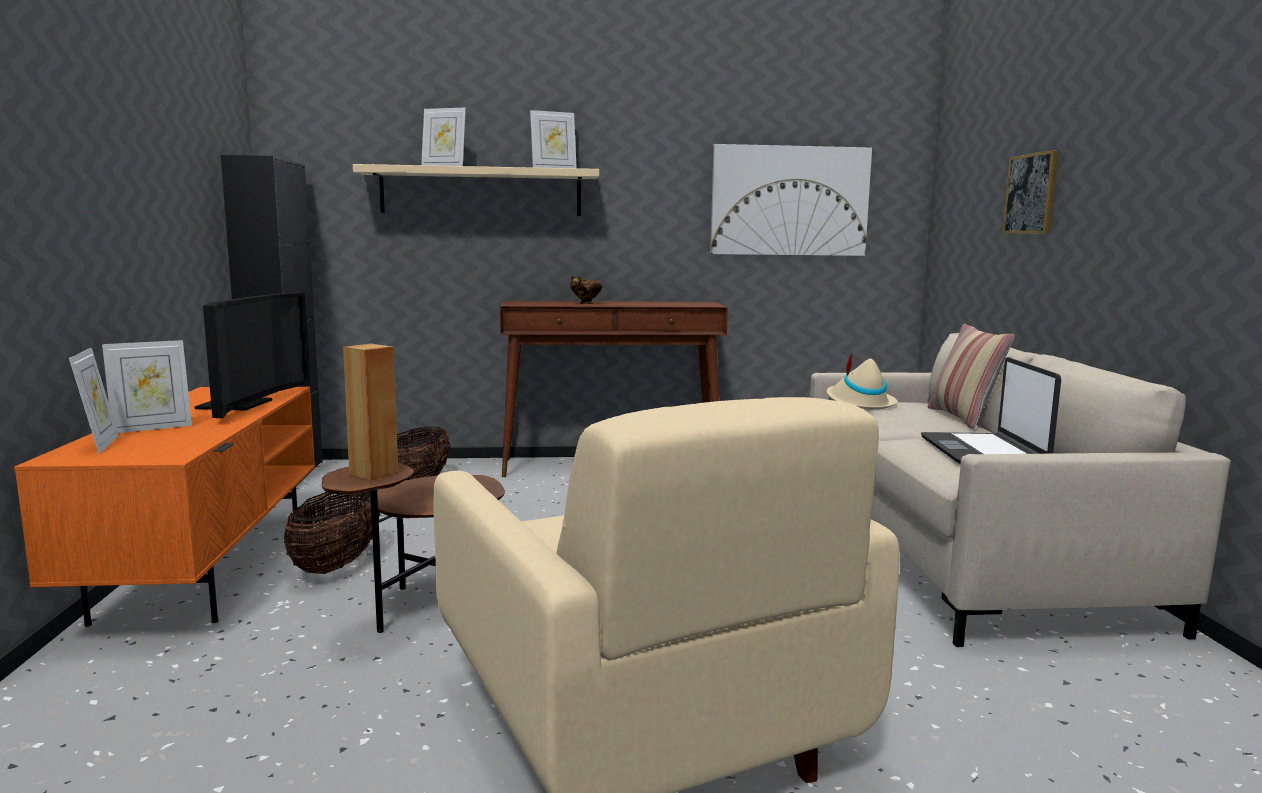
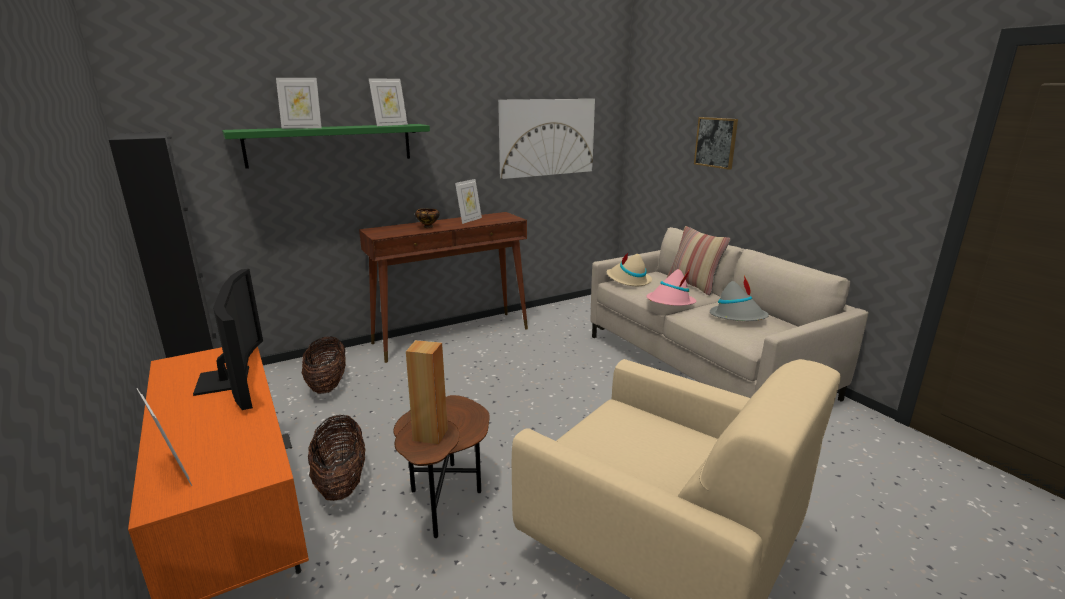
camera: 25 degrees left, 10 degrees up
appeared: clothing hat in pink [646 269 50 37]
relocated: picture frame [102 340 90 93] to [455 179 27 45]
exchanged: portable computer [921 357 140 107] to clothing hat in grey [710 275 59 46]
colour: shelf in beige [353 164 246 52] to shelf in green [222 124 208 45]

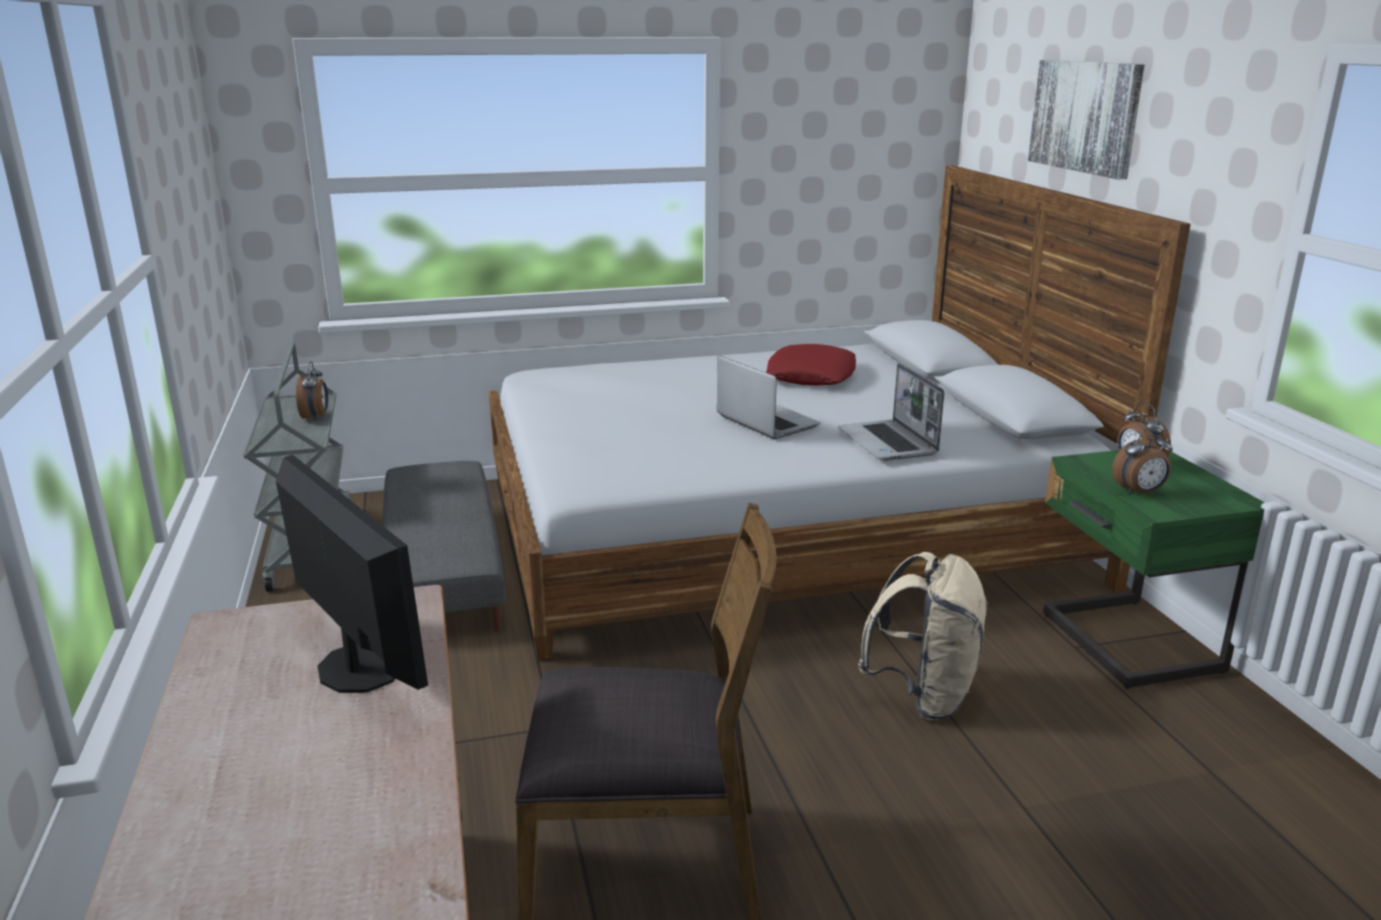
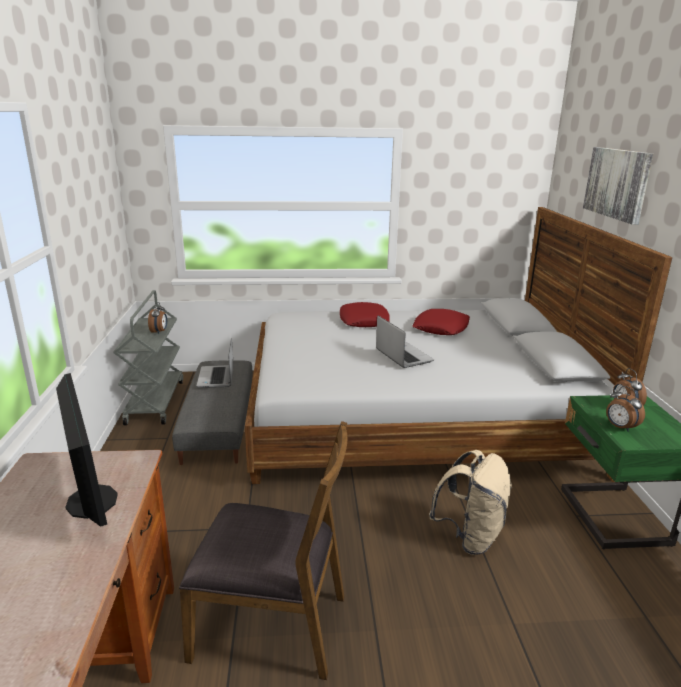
camera: 10 degrees right, 0 degrees up
appeared: throw pillow in reddish [340 302 50 25]
relocated: portable computer [838 363 106 97] to [197 338 37 50]
spun: bedside clock [1112 427 61 68] = [606 386 39 46] 60 degrees clockwise

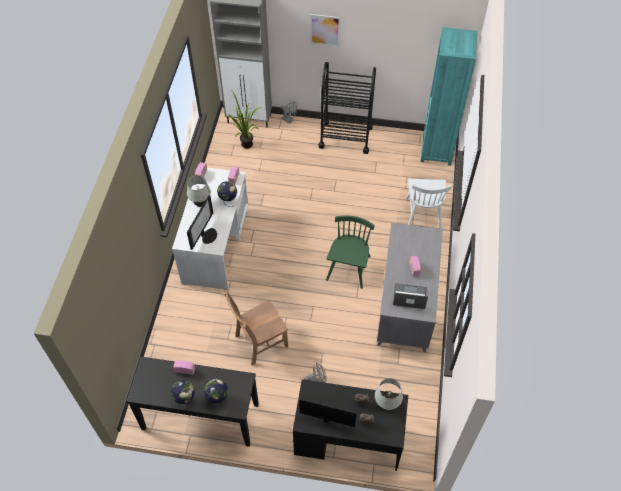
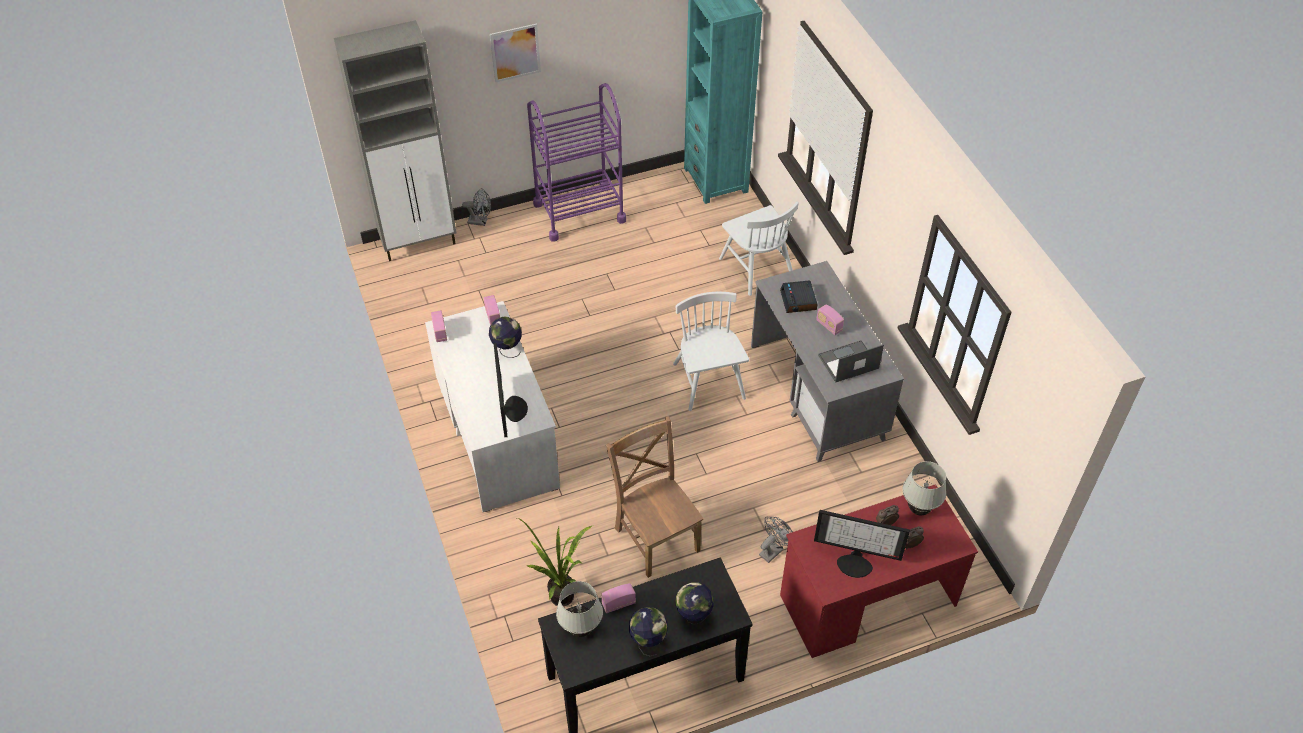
camera: 30 degrees left, 5 degrees down
appeared: bedside clock [780 281 38 32]
relocated: houseplant [228 90 34 59] to [517 518 75 89]; table lamp in whitish [187 176 24 31] to [556 581 47 56]
colour: trolley in blackish [319 62 57 92] to trolley in purple-coloured [527 83 99 159]; upright chair in green [326 215 48 74] to upright chair in whitish [673 292 76 119]; desk unit in blackish [293 379 115 92] to desk unit in reddish [780 484 198 174]
spun: upright chair in brown-coloured [224 292 64 73] = [606 416 98 162] 120 degrees clockwise; computer display [299 398 58 29] = [814 510 96 68] 150 degrees counterclockwise

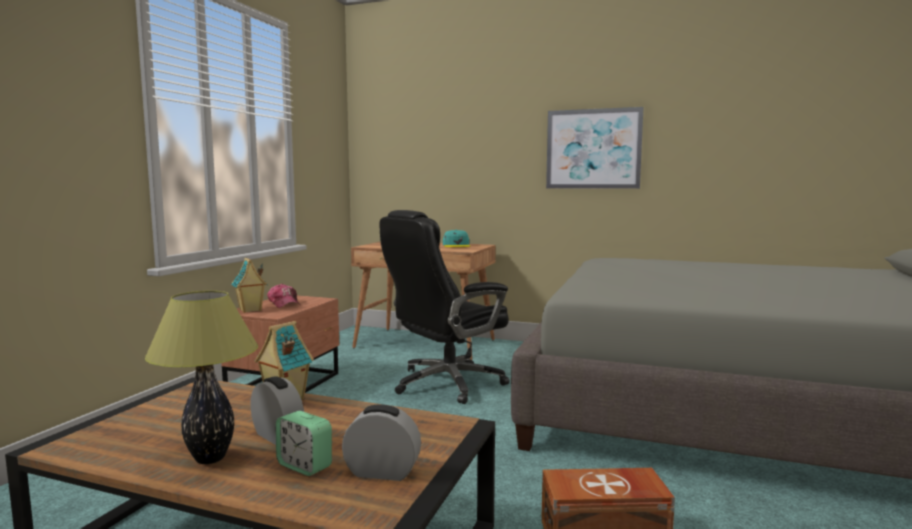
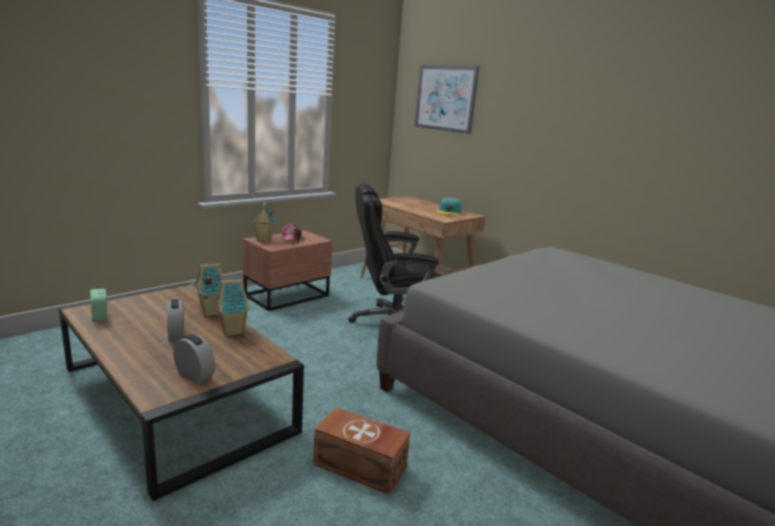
camera: 25 degrees right, 10 degrees up
missing: table lamp [145 291 113 173]
appeared: model house [216 279 34 57]
relocated: wall picture [546 107 98 82] to [415 65 64 69]; bedside clock [276 411 56 65] to [90 289 18 33]

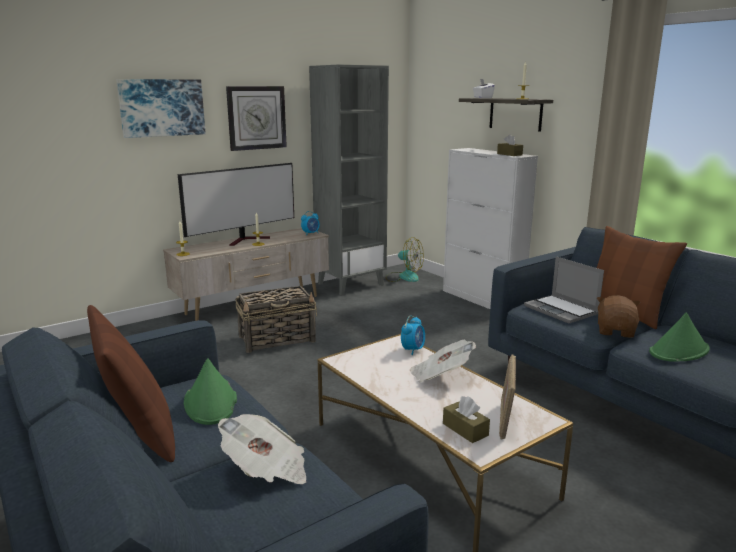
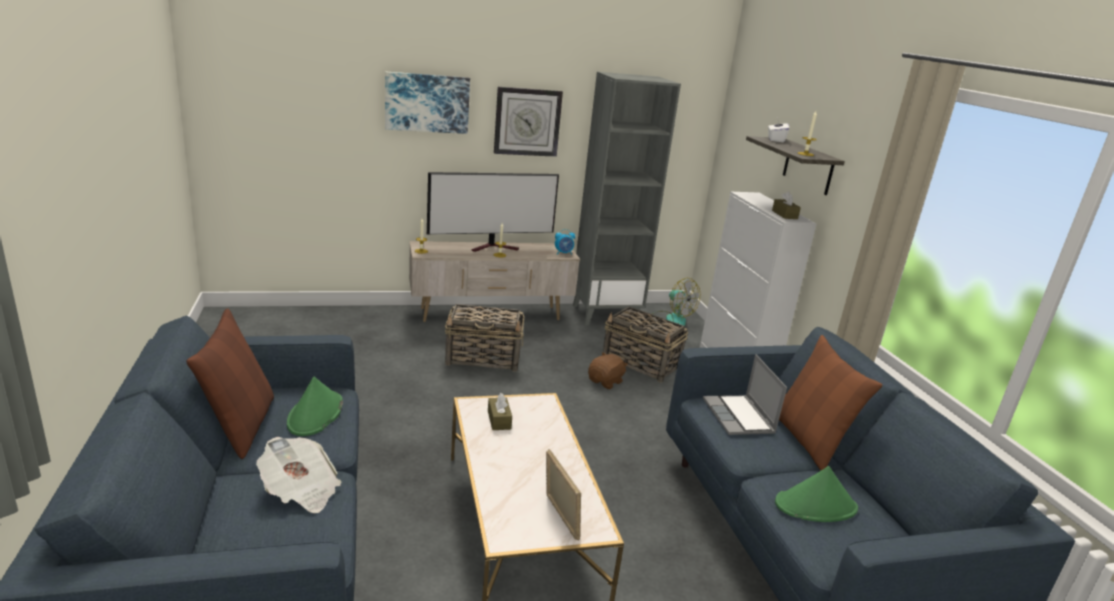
camera: 20 degrees right, 5 degrees up
missing: bedside clock [401 315 24 40]; daily paper [410 340 66 42]
appeared: basket [603 307 85 75]
relocated: cuddly toy in brown-coloured [597 295 43 43] to [588 352 40 37]; tissue holder in brown-coloured [443 396 47 47] to [488 393 24 37]
spun: picture frame [499 354 17 86] = [546 449 35 92] 120 degrees clockwise

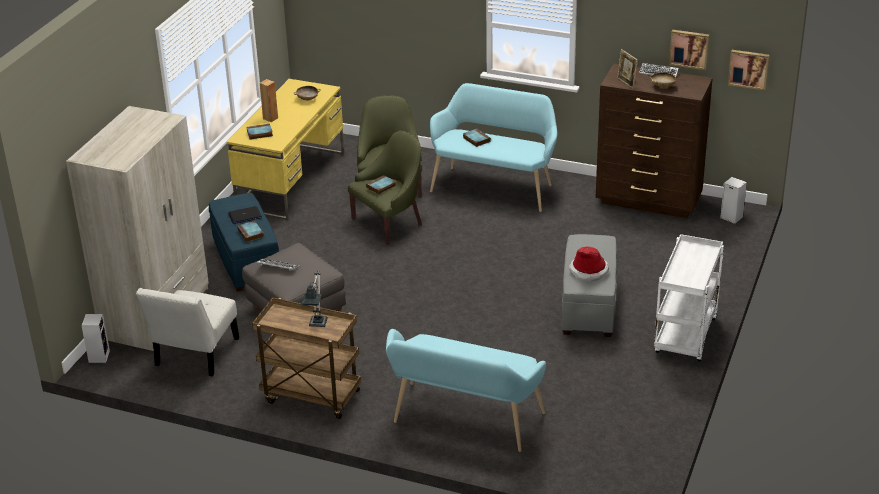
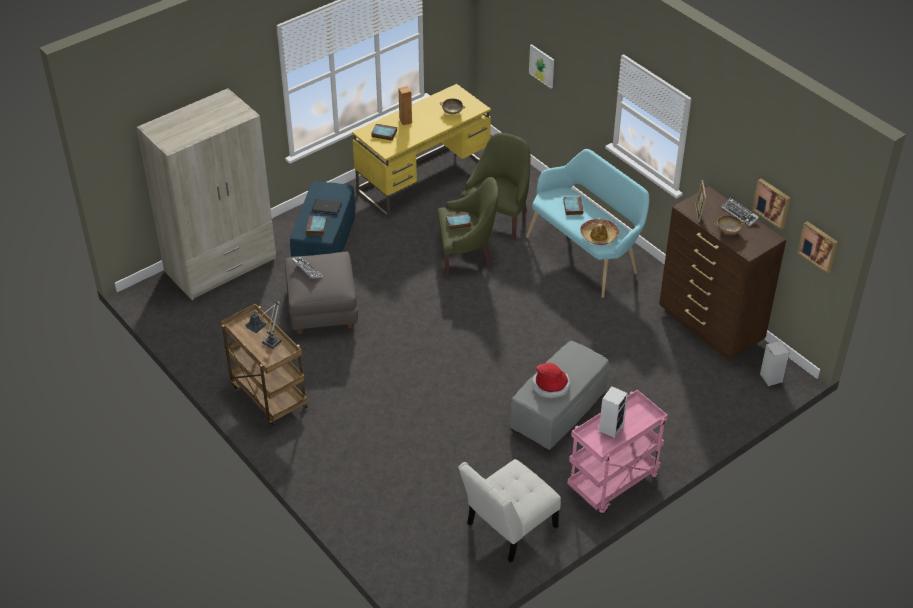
camera: 30 degrees right, 10 degrees up
missing: long seat in turquoise [386 329 160 123]
appeared: wall picture [529 44 25 45]; clothing hat [580 219 39 26]
relocated: upright chair in whitish [136 288 103 89] to [458 459 103 104]; speaker [81 314 29 49] to [599 386 29 52]
colour: trolley in whitish [654 234 70 127] to trolley in pink [567 390 101 124]

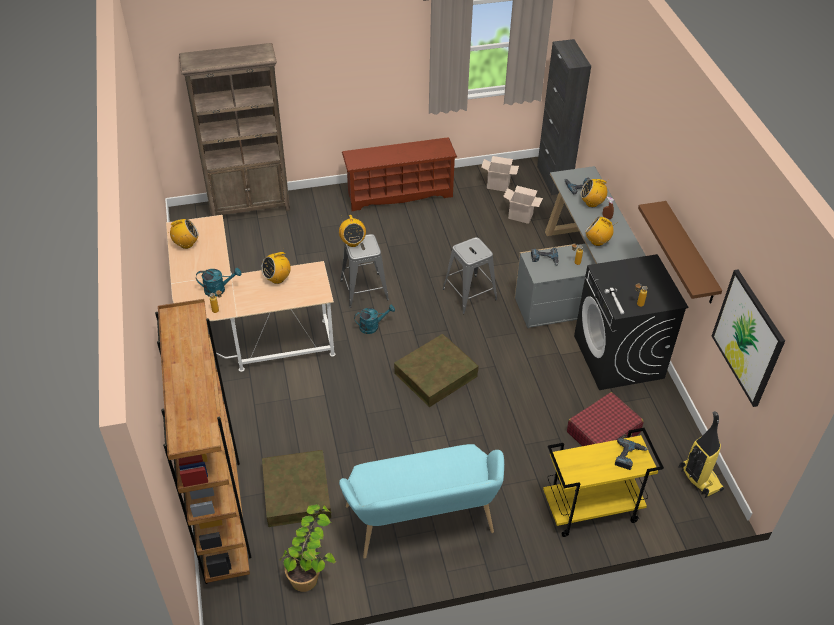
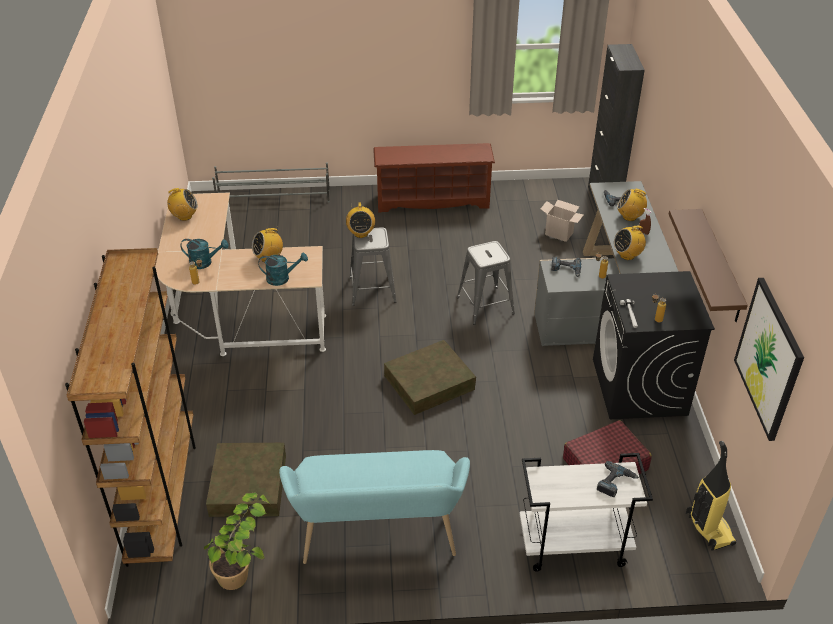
camera: 10 degrees right, 5 degrees down
missing: carton [481 156 38 36]
relocated: watering can in turquoise [354 305 41 29] to [258 253 50 33]
exchanged: shelving unit in brown-coloured [179 43 111 173] to shoe rack in grey [212 162 118 41]
colour: trolley in yellowish [543 428 121 109] to trolley in whitish [519 453 134 119]
spun: radio set [585 217 33 29] = [614 224 32 36] 60 degrees counterclockwise

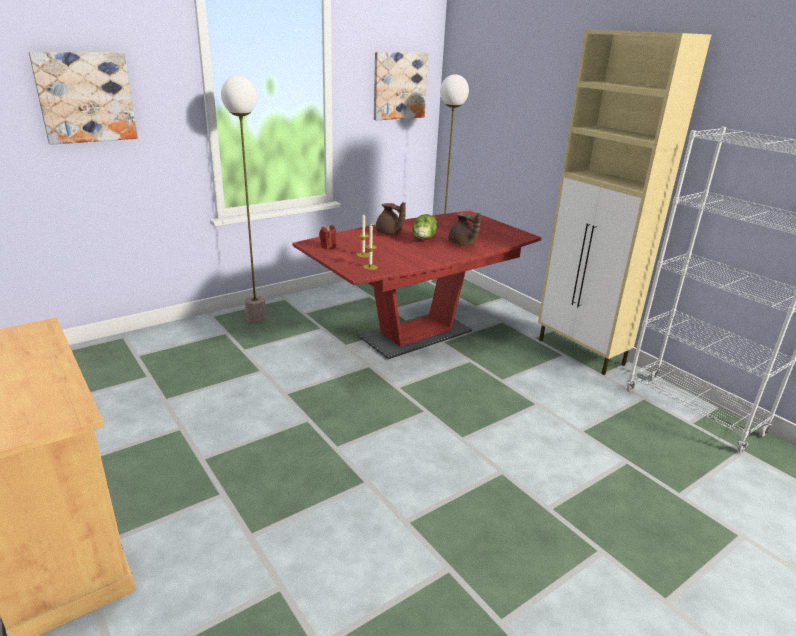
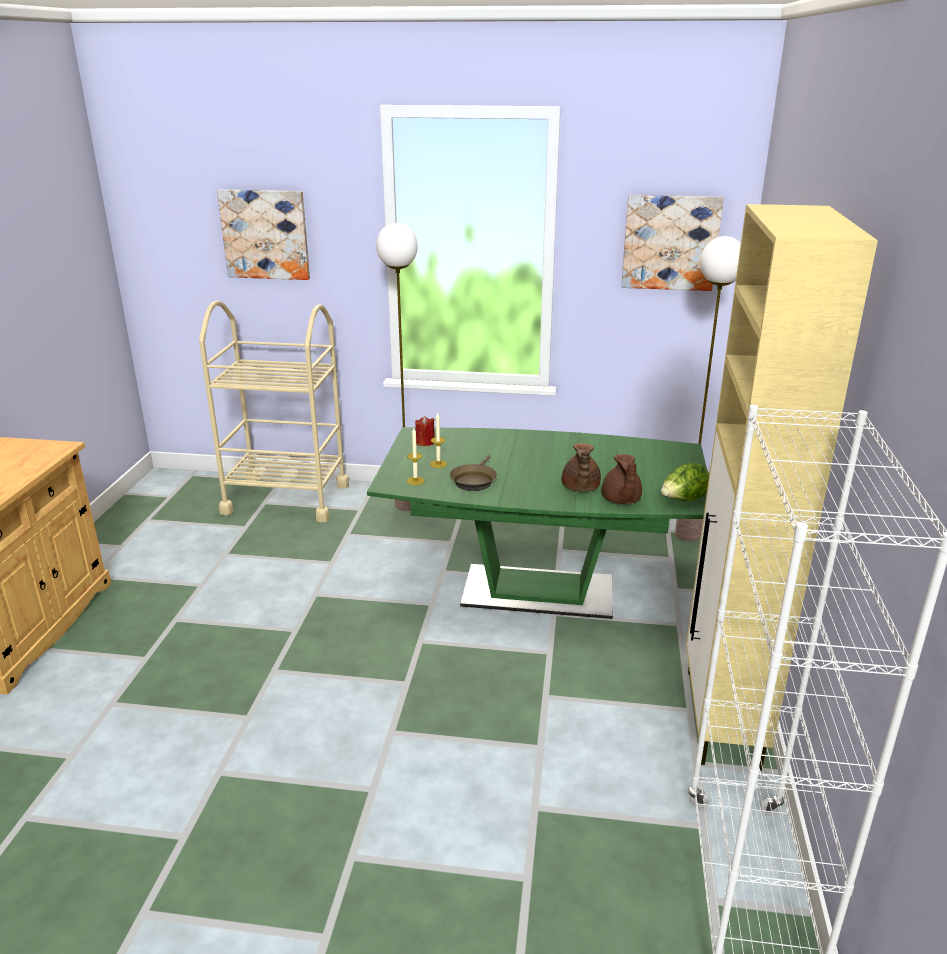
camera: 45 degrees right, 0 degrees up
appeared: trolley in beige [199 300 150 222]; pan in brown-coloured [450 455 47 36]
relocated: teapot in brown-coloured [376 202 30 32] to [602 454 40 50]; lettuce head [412 214 25 26] to [661 463 48 38]
colour: dinner table in reddish [292 211 250 148] to dinner table in green [367 427 340 192]

